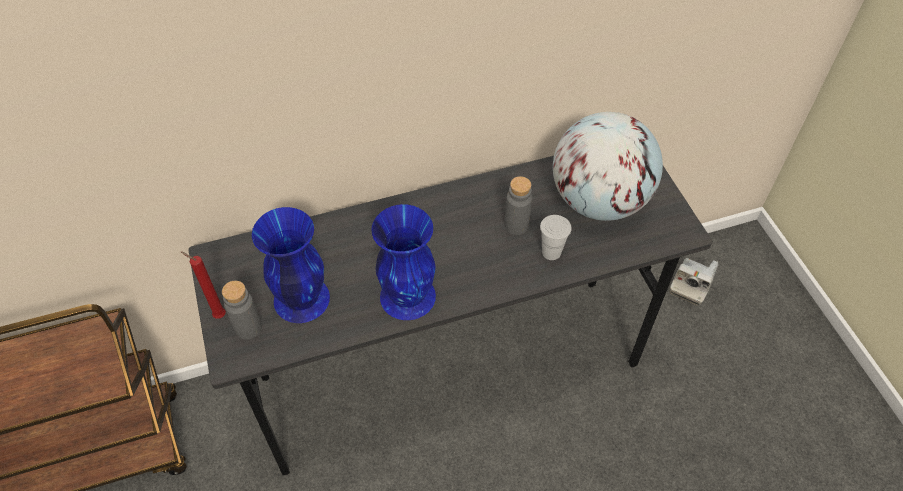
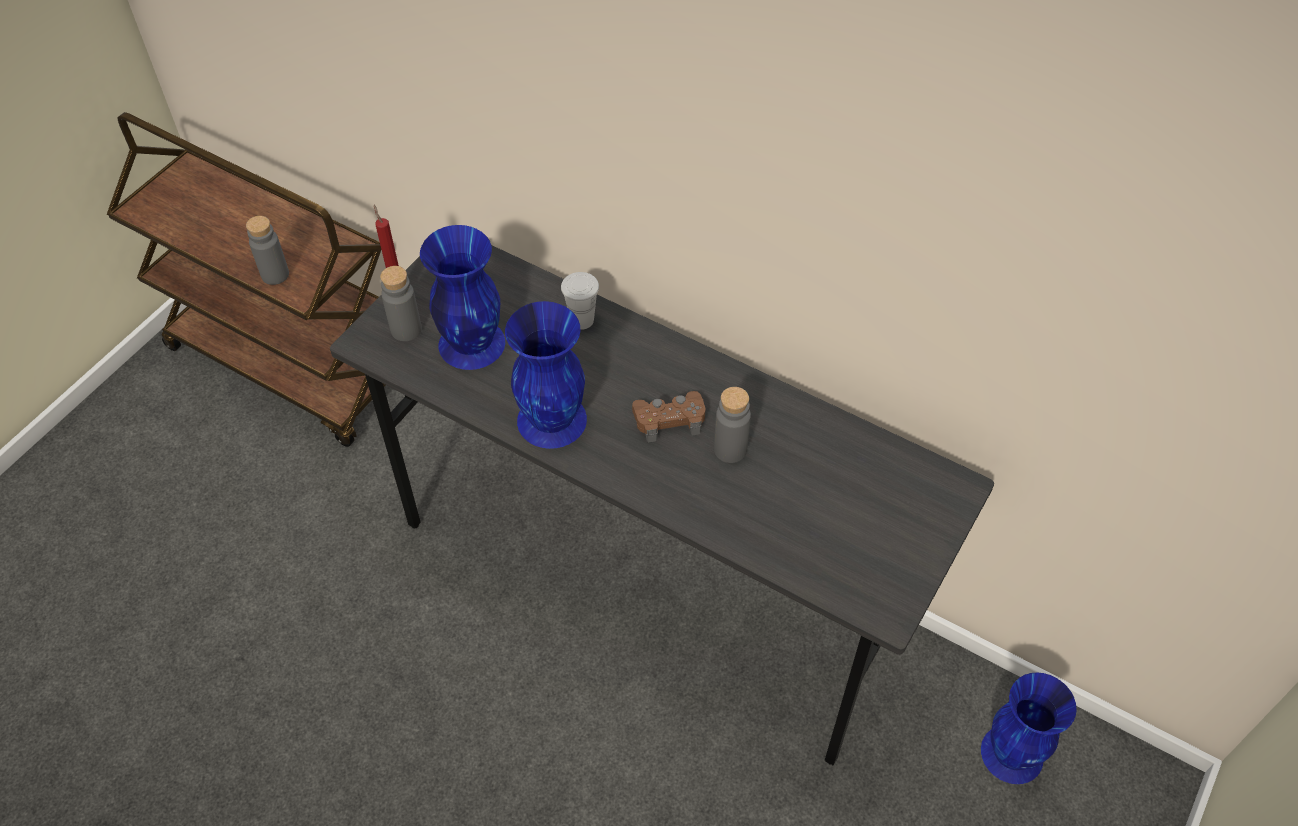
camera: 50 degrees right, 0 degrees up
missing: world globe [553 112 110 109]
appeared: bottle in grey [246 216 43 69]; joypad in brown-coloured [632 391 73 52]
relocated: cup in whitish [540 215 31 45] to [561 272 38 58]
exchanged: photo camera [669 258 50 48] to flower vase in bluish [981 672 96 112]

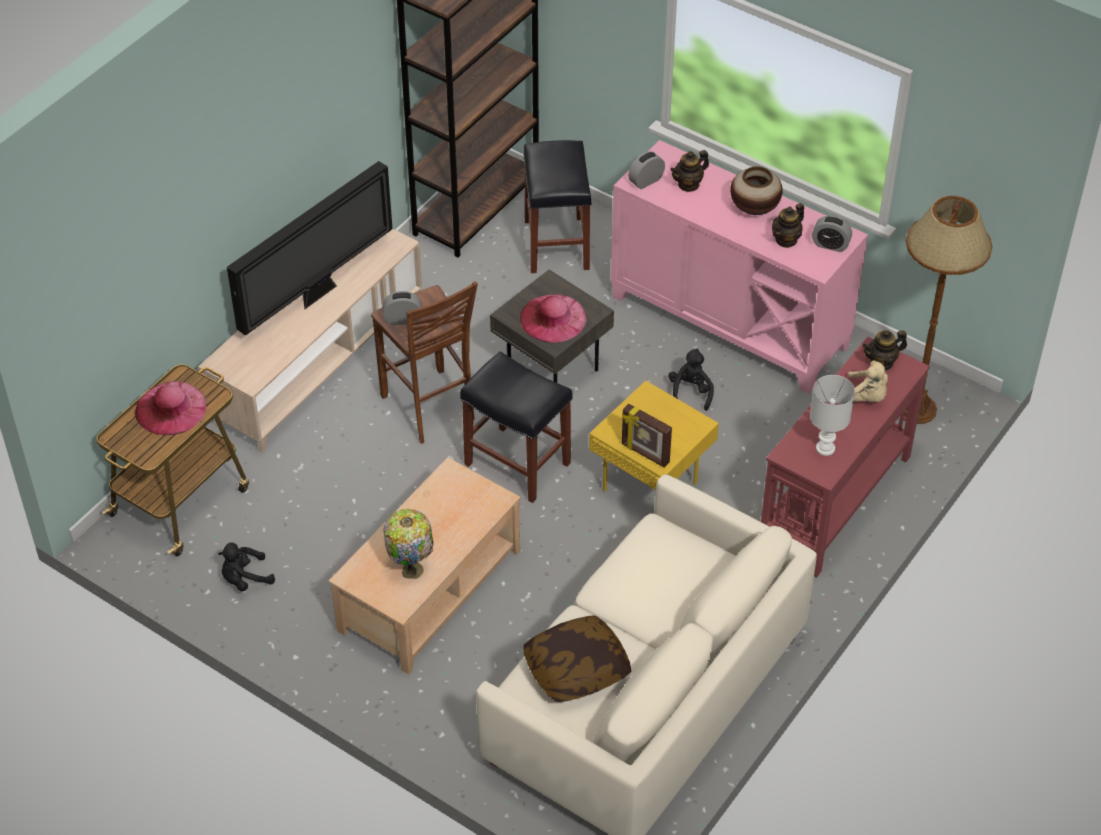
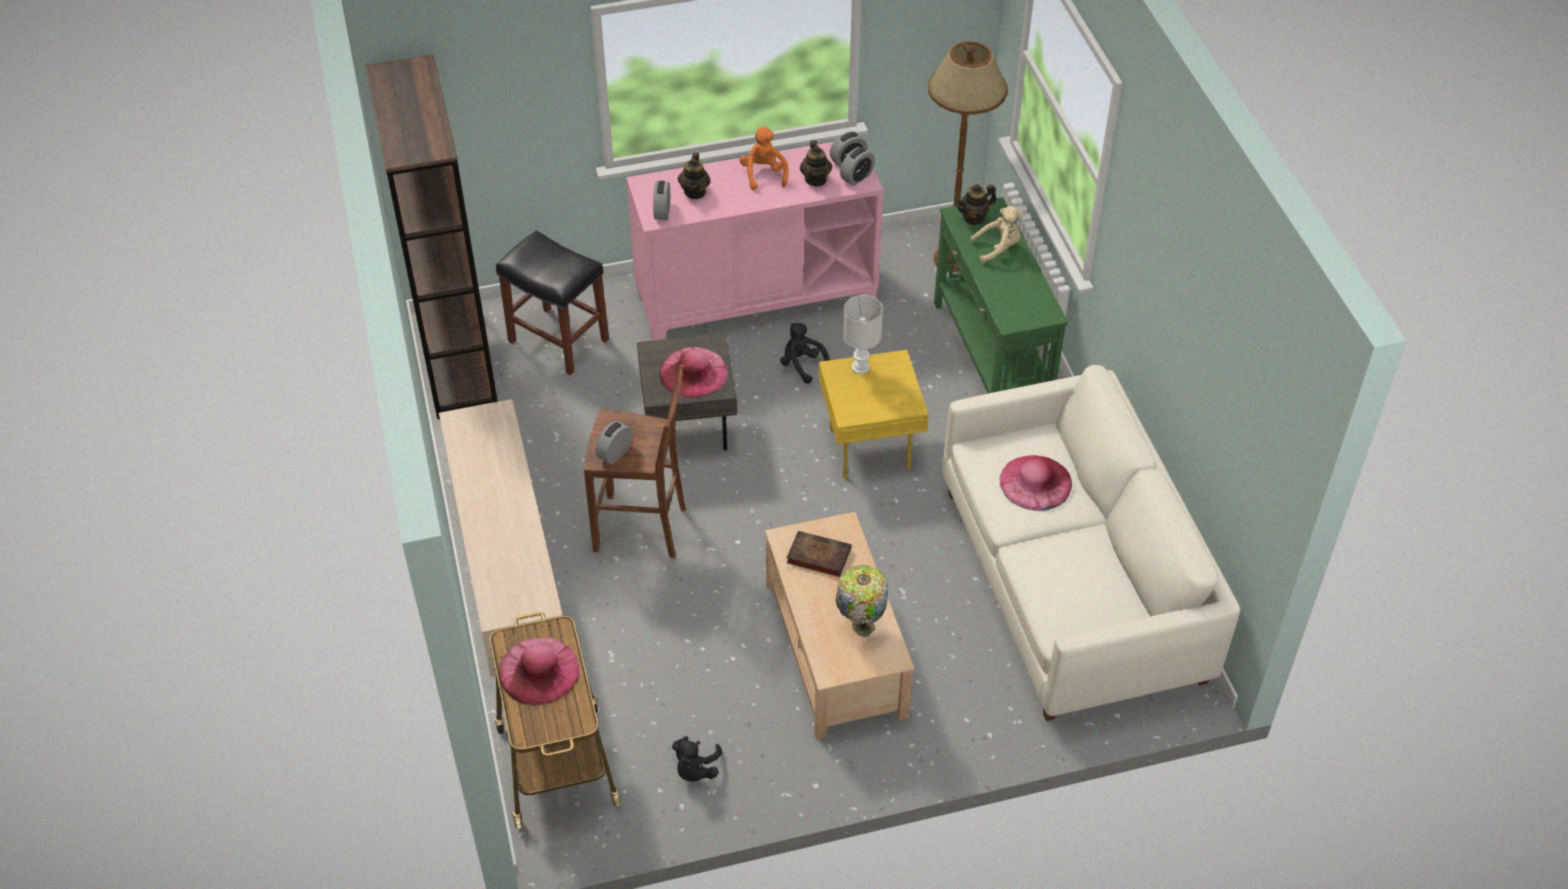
camera: 50 degrees left, 0 degrees up
missing: television [227 161 166 175]; stool seat in blackish [460 351 113 152]; picture frame [622 403 50 65]; throw pillow [523 615 108 87]
appeared: bedside clock [840 147 35 39]; clothing hat in pink [999 455 73 56]; bound book [787 531 64 46]
relocated: table lamp in whitish [810 375 45 81] to [843 295 40 79]
exchanged: flower vase [730 166 53 49] to cuddly toy in orangey [739 127 50 63]
colour: narrow table in reddish [761 337 169 241] to narrow table in green [934 197 134 197]
spun: teapot [862 330 45 41] = [955 184 41 41] 45 degrees clockwise

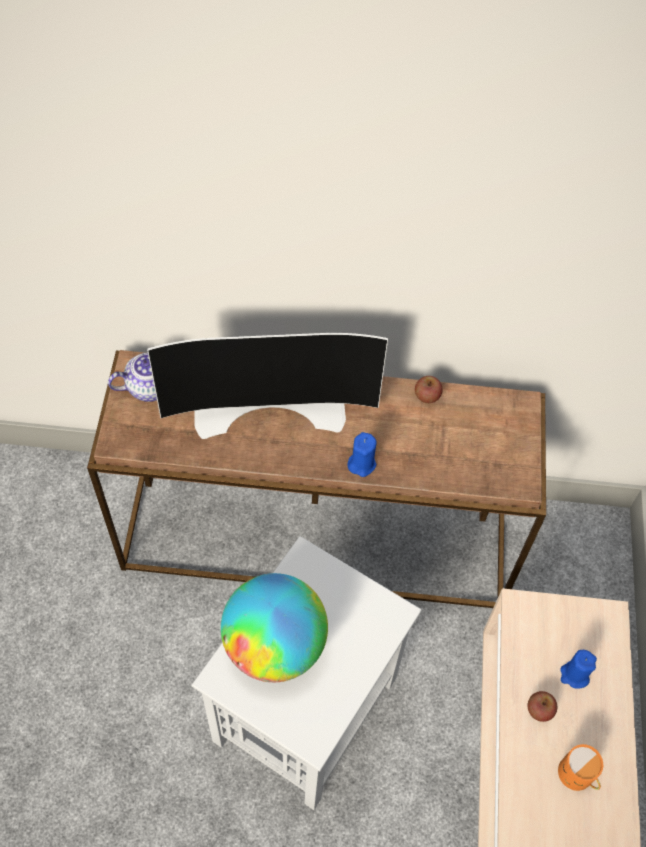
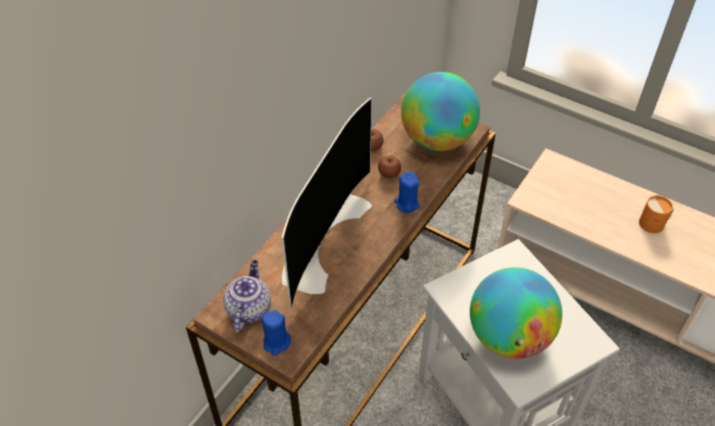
camera: 60 degrees left, 10 degrees down
appeared: world globe [401 72 79 79]
relocated: wax light in bluish [560 650 37 39] to [262 310 29 46]; apple fruit [527 691 30 31] to [378 155 23 23]

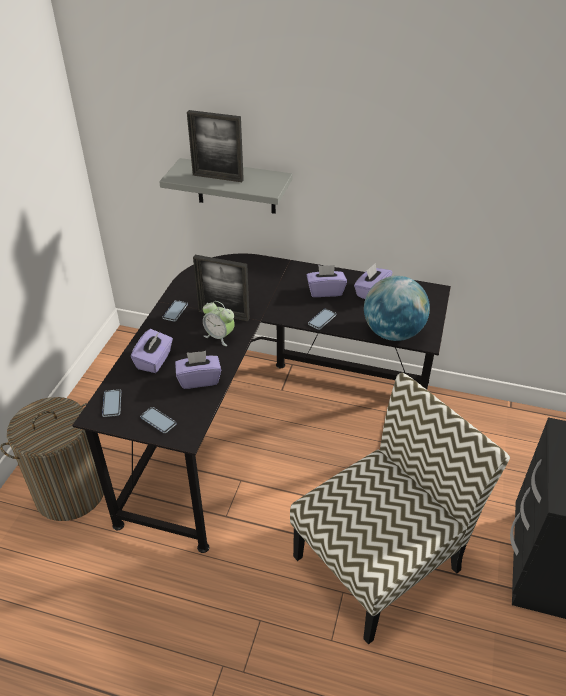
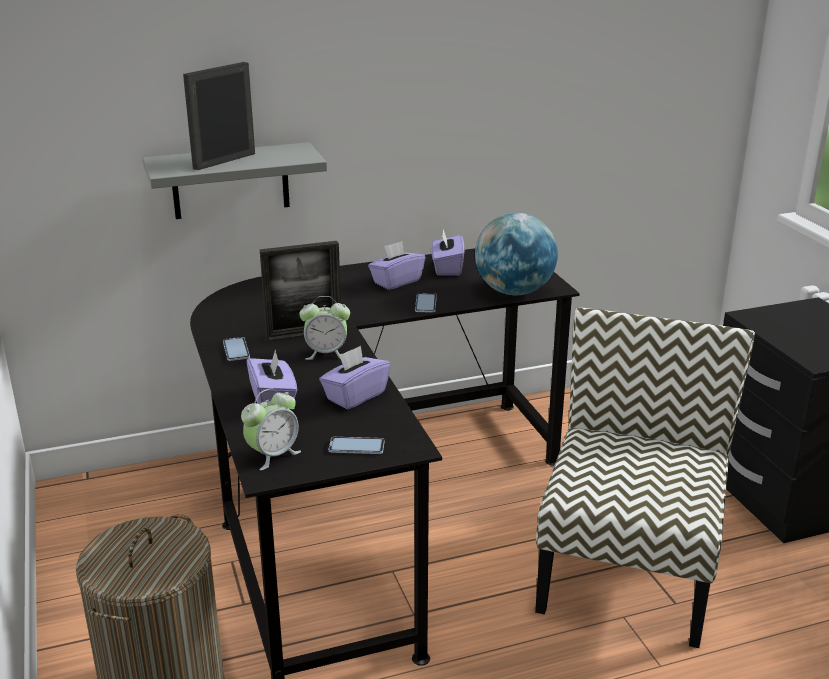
camera: 35 degrees left, 15 degrees down
exchanged: phone [102 389 19 28] to bedside clock [241 388 60 82]
spun: picture frame [187 110 57 72] = [183 62 72 108] 150 degrees clockwise

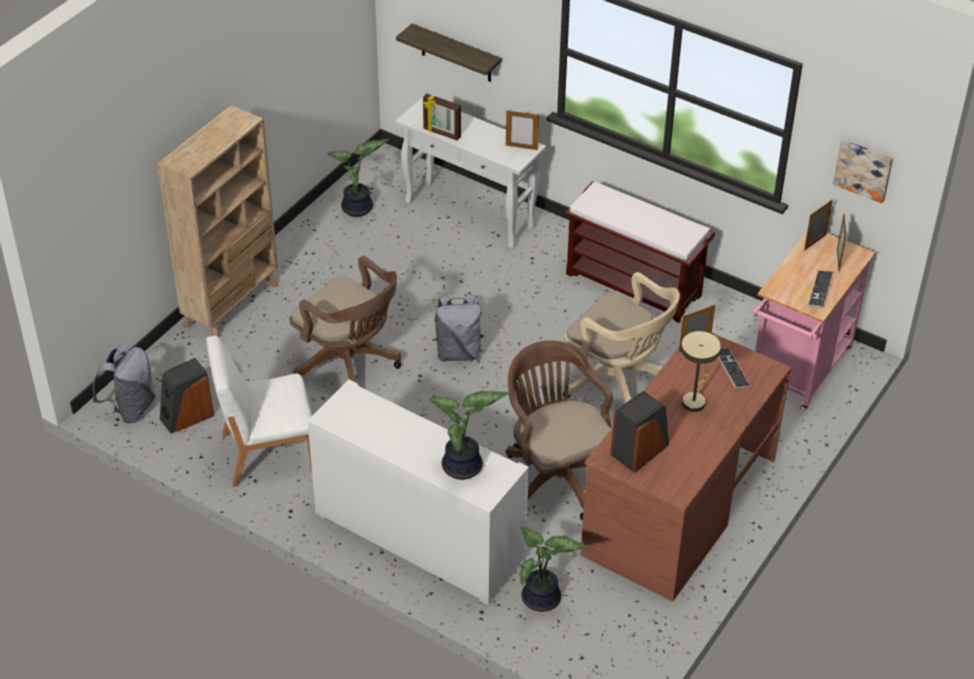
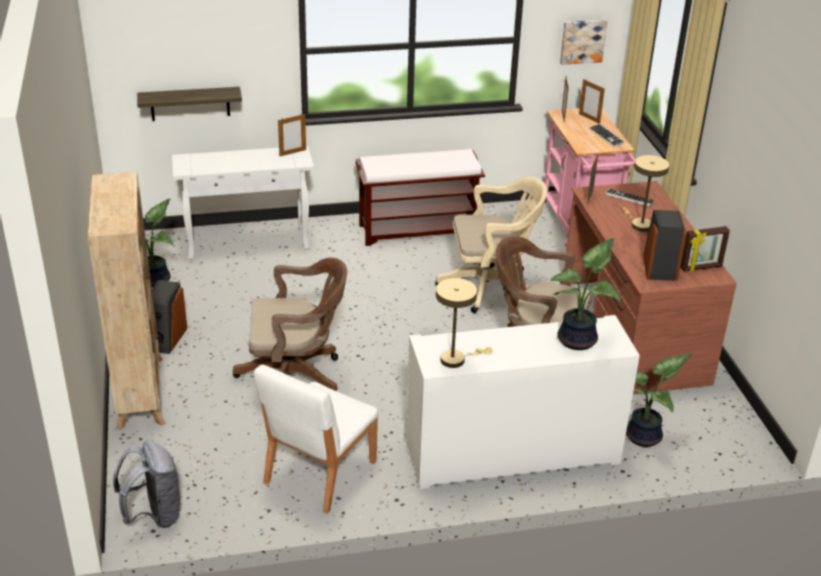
camera: 45 degrees left, 10 degrees down
missing: knapsack in grey [433 294 51 67]
appeared: table lamp in beige [436 278 57 90]
relocated: picture frame [423 93 38 47] to [680 226 50 46]; speaker [160 358 54 76] to [152 280 35 74]

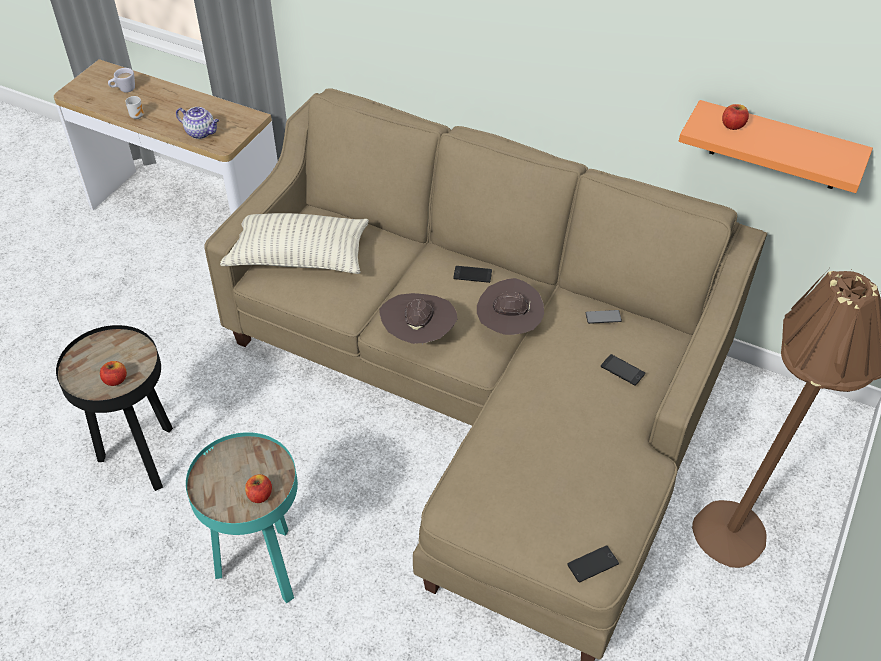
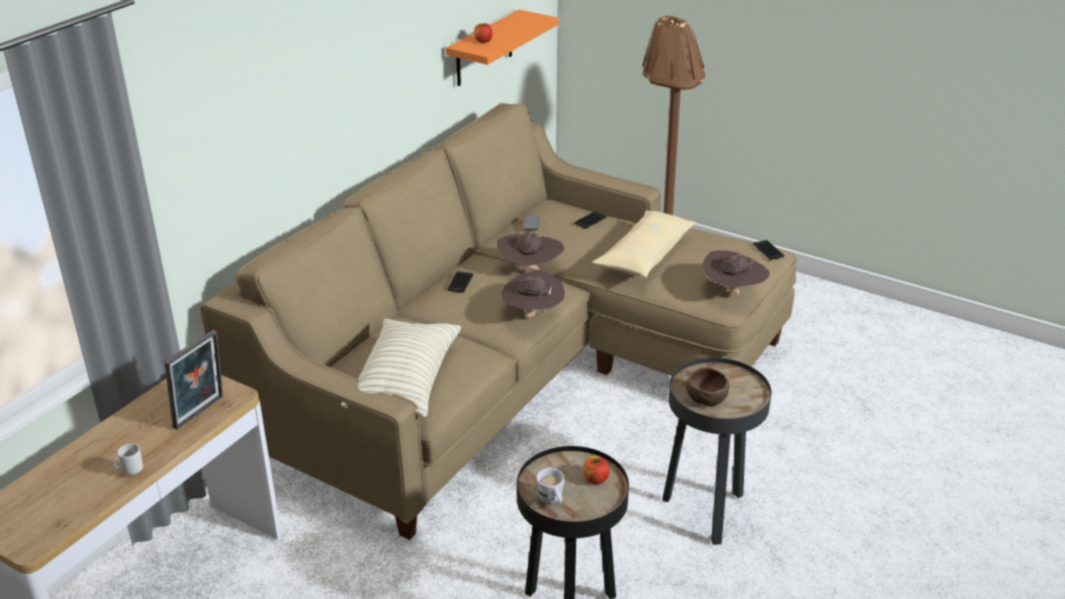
camera: 85 degrees left, 15 degrees down
missing: apple fruit [245 474 27 29]
appeared: throw pillow in beige [592 211 104 67]; clothing hat in brown-coloured [702 250 68 45]; serving bowl in brown-coloured [686 367 43 40]
relocated: coffee mug in whitish [108 68 27 24] to [536 468 29 36]
exchanged: teapot [176 107 43 32] to picture frame [164 330 59 100]
colour: accent table in turquoise [186 432 112 171] to accent table in blackish [662 358 109 187]

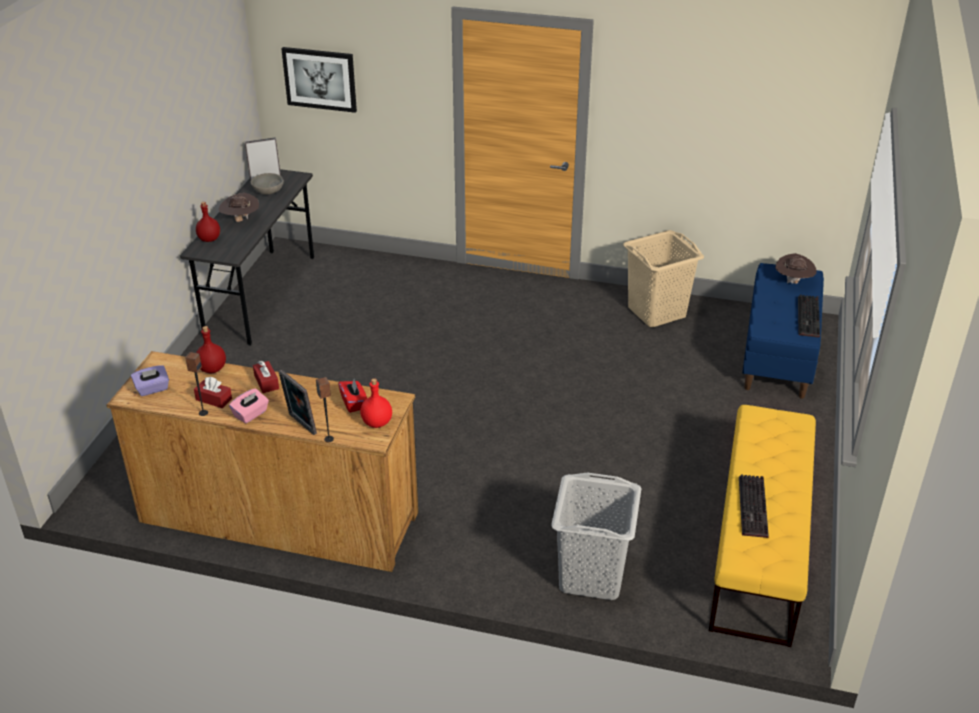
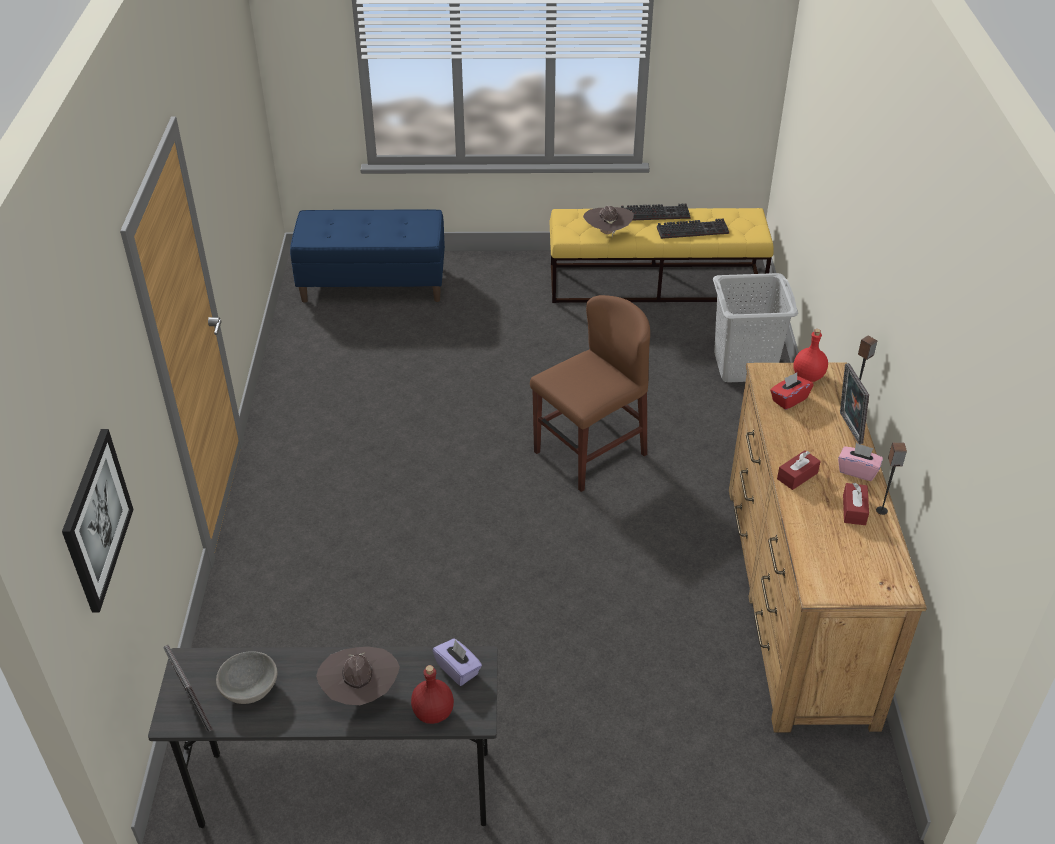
camera: 105 degrees left, 5 degrees up
missing: laundry basket in beige [623 230 81 97]; bottle in reddish [196 326 30 48]
appeared: upright chair in brown-coloured [530 295 120 197]
relocated: clothing hat in brown-coloured [775 253 42 31] to [583 206 51 31]; keyboard [798 295 22 43] to [621 203 69 17]; tissue holder in purple-coloured [131 366 38 30] to [432 638 50 48]
spun: picture frame [278 369 39 66] = [840 363 29 81] 135 degrees clockwise

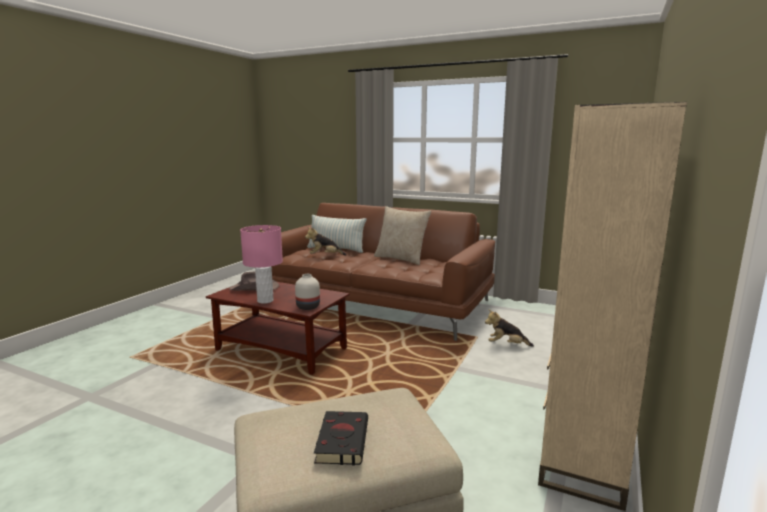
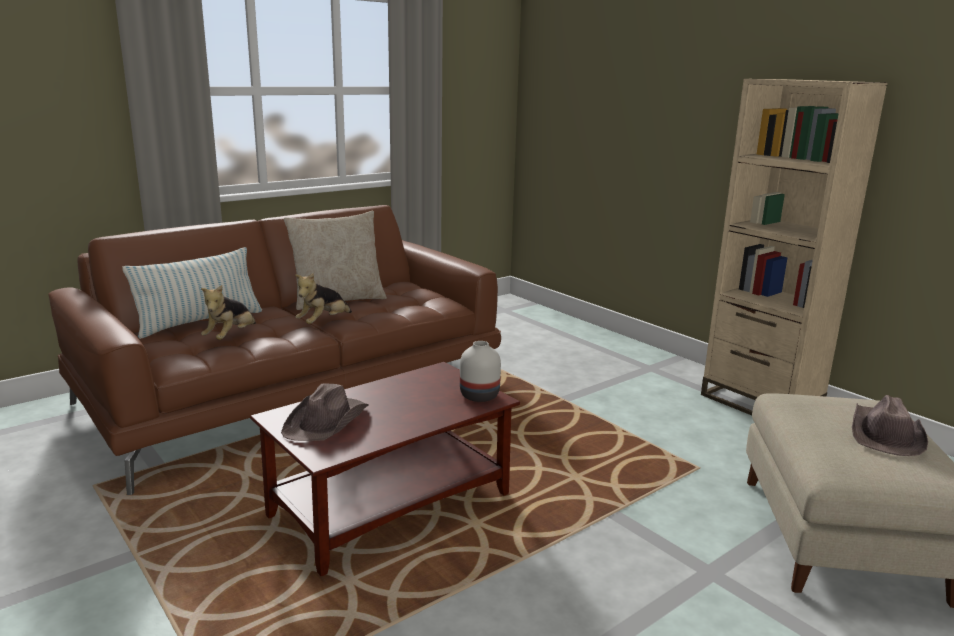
camera: 65 degrees left, 5 degrees up
missing: table lamp in pink [240 225 43 79]
relocated: cuddly toy [485 309 49 38] to [295 273 57 51]
exchanged: bound book in blackish [314 411 54 55] to clothing hat in brown-coloured [852 395 76 61]

